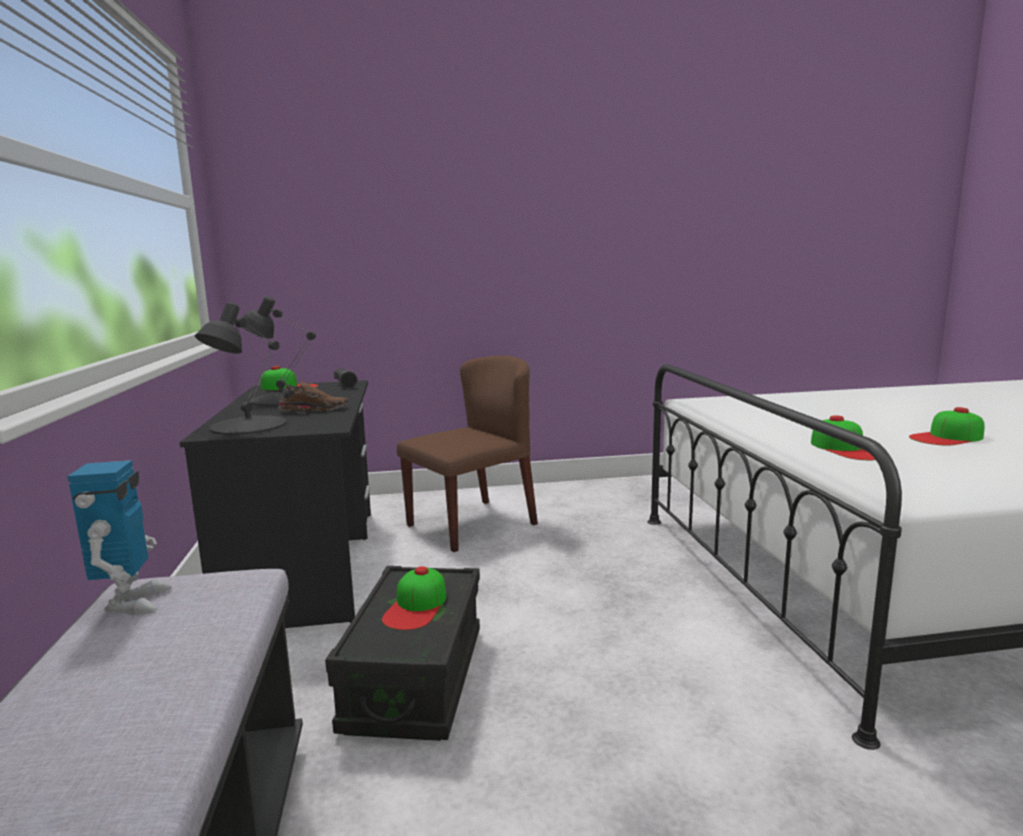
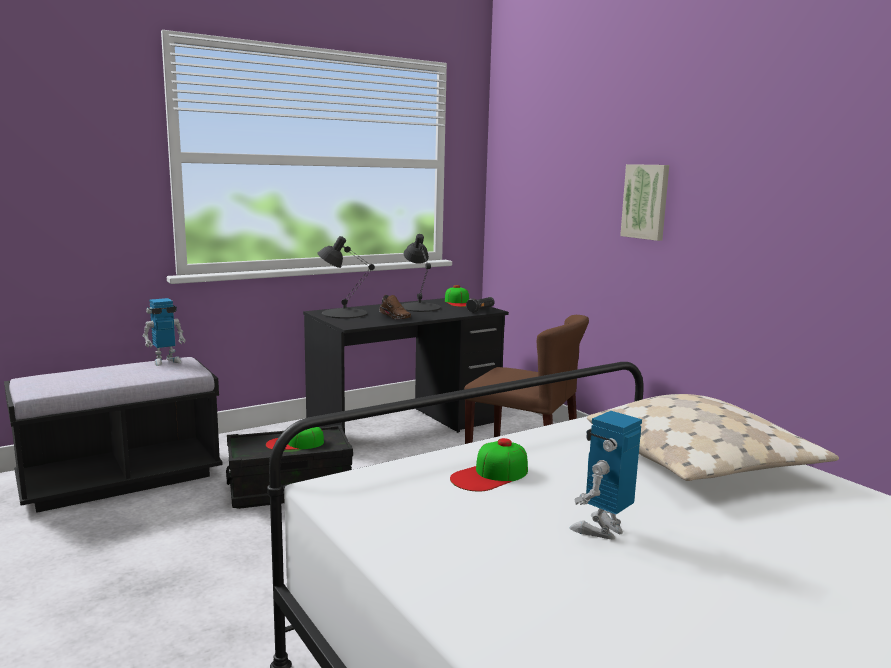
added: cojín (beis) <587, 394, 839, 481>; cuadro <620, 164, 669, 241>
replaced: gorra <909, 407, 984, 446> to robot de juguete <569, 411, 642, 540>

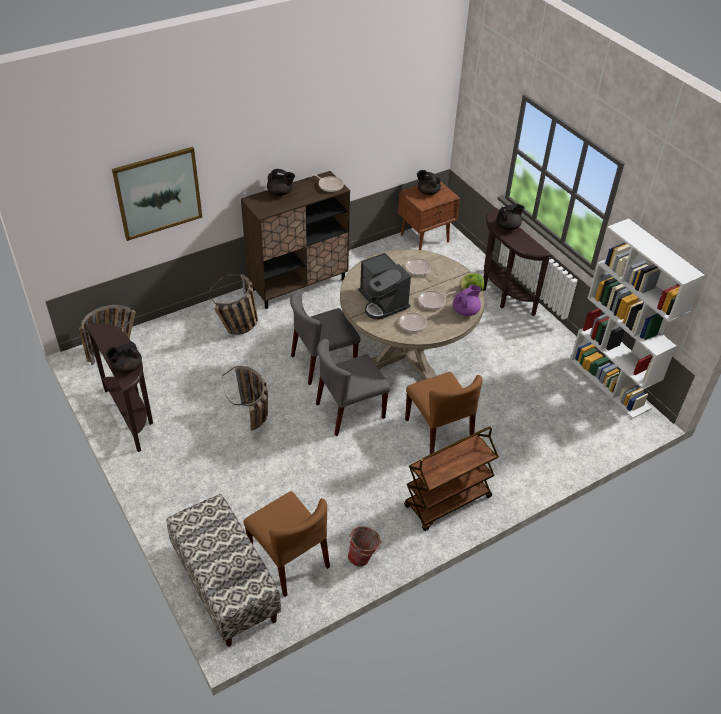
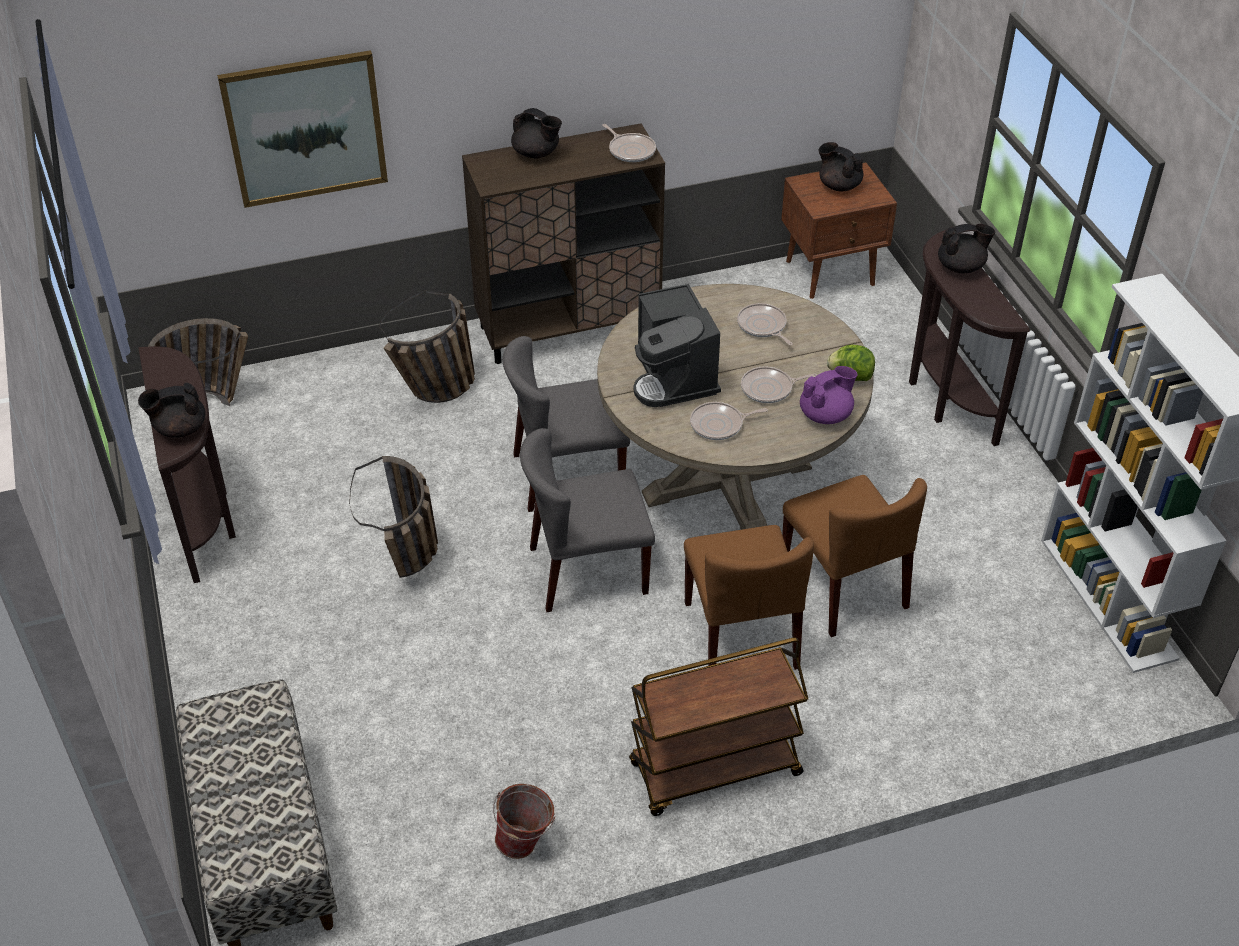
moved: silla (marrón) <243, 491, 330, 597> to <782, 475, 927, 637>

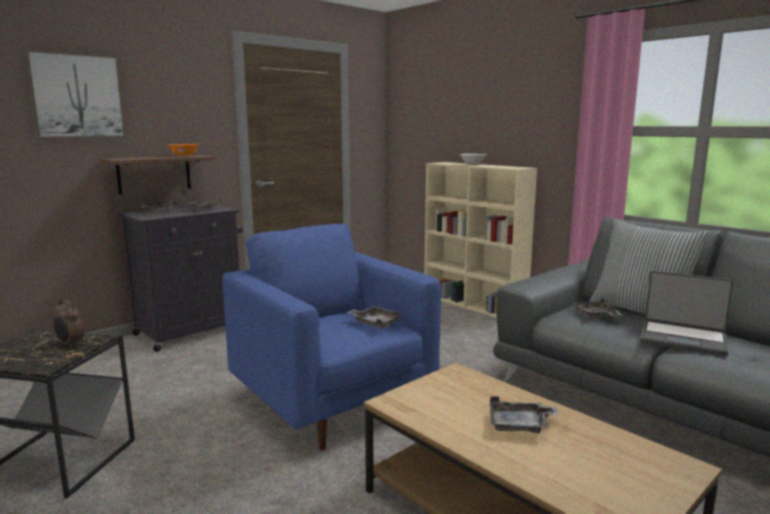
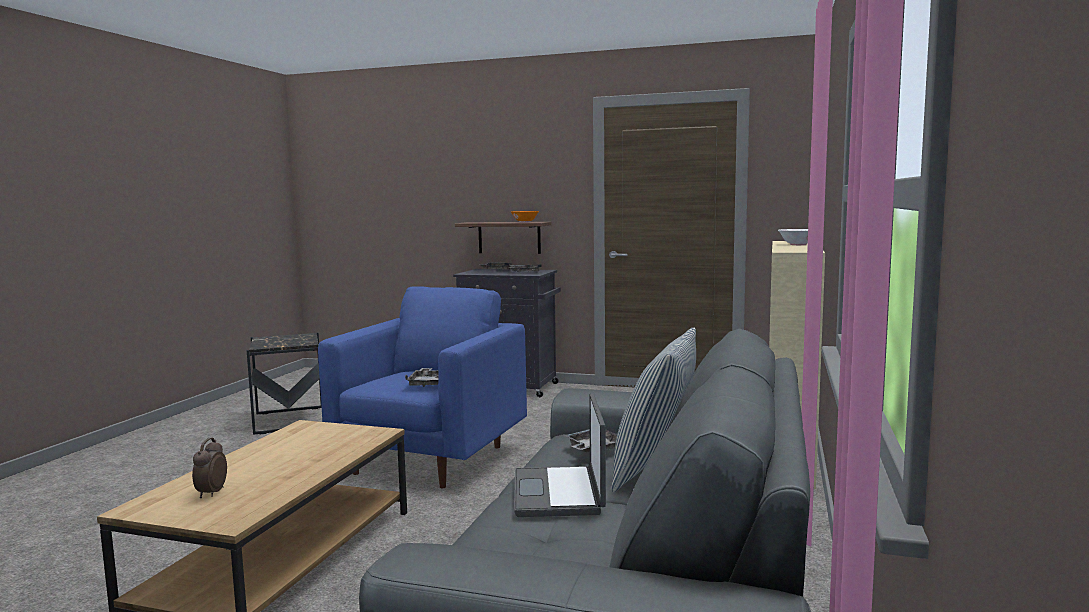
removed: cuadro <24, 49, 126, 138>; bandeja (gris) <490, 396, 559, 433>
moved: despertador <53, 300, 84, 348> to <192, 438, 227, 498>

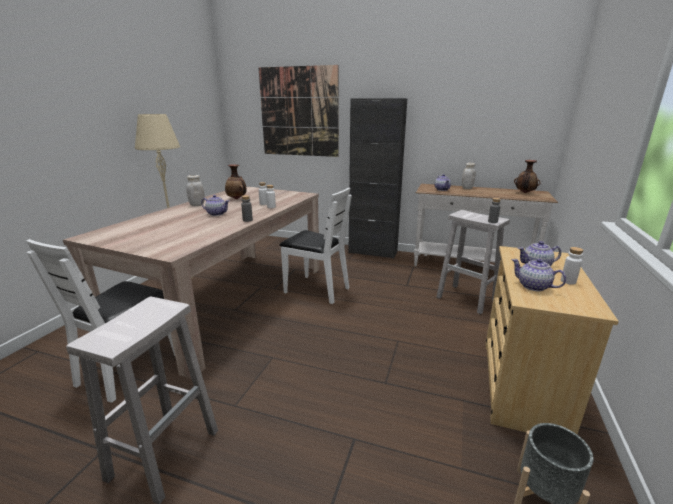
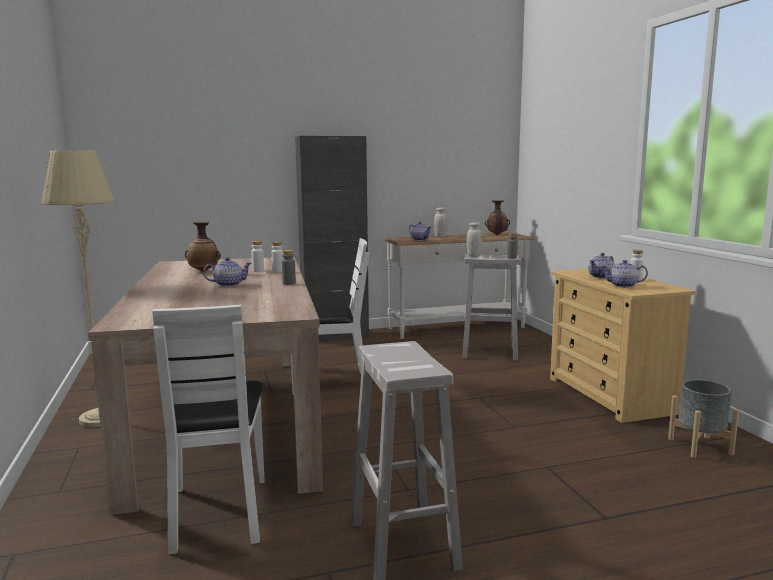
removed: cuadro <259, 65, 339, 157>
moved: tarro (blanco) <187, 175, 205, 206> to <466, 222, 482, 257>

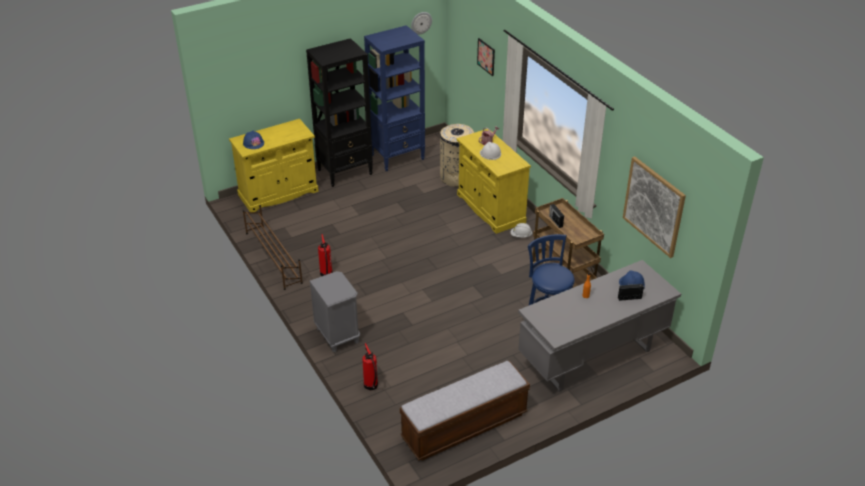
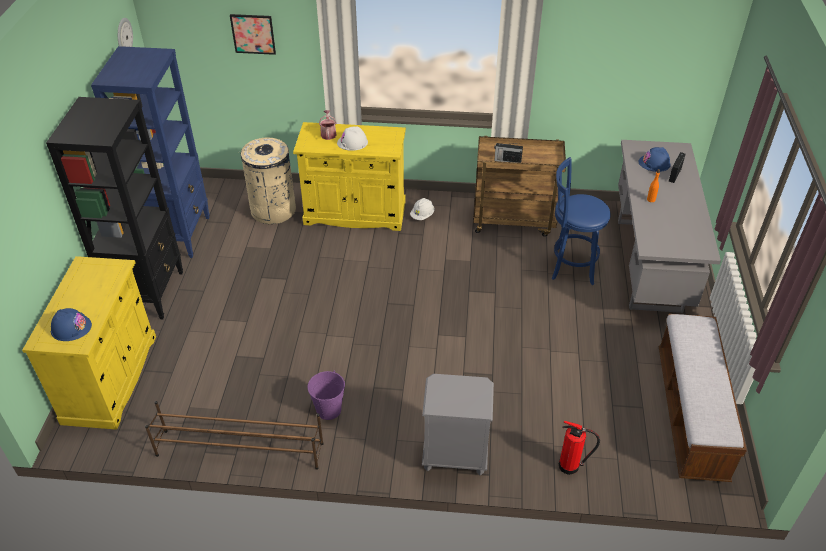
removed: cuadro <623, 156, 686, 258>
replaced: extintor <318, 234, 333, 276> to cubo (morado) <308, 371, 345, 420>

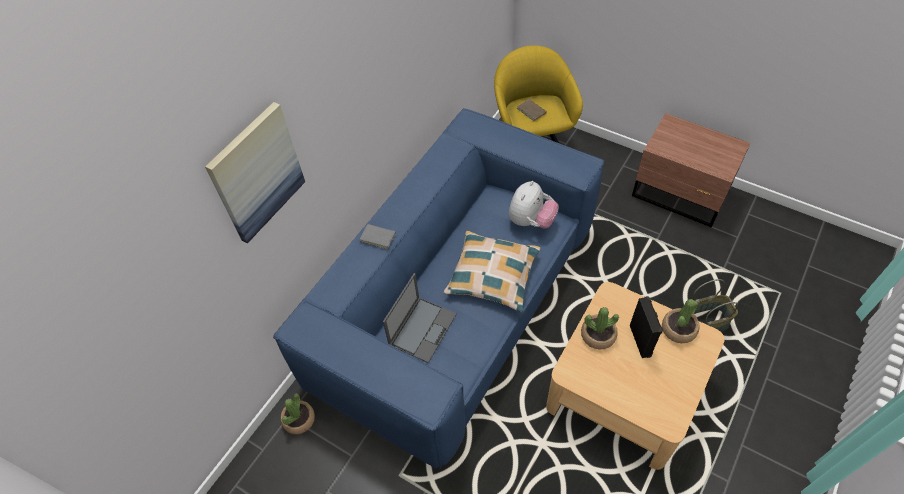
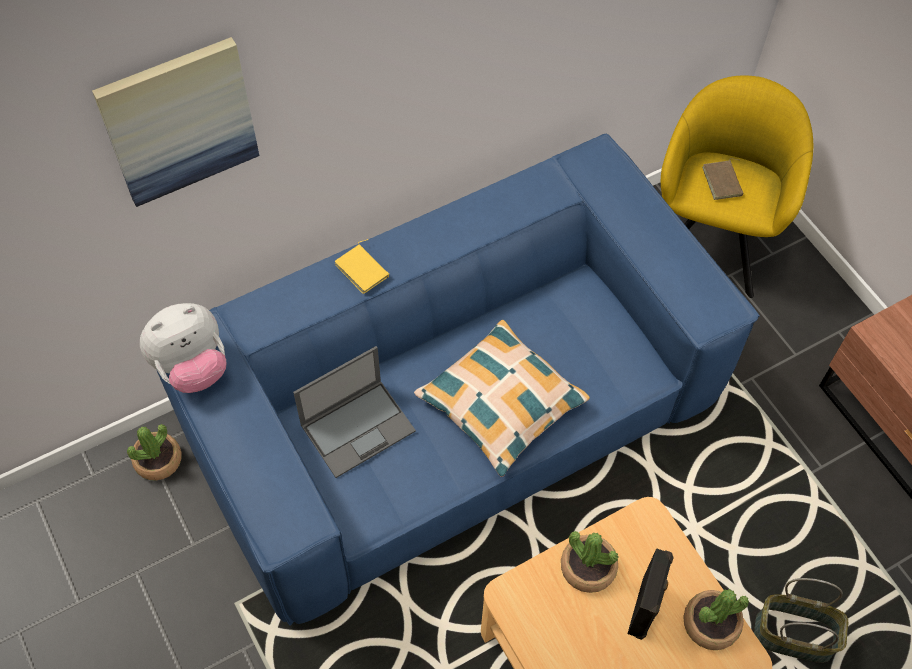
moved: peluche <509, 181, 559, 229> to <140, 303, 226, 393>
recoloured: libro (gris) <360, 219, 396, 249> to libro (amarillo) <335, 239, 389, 294>

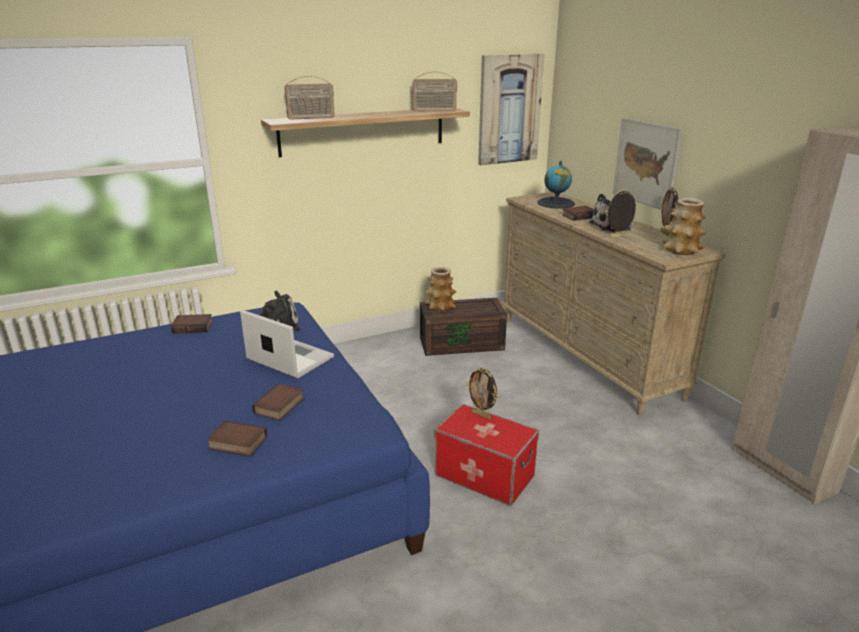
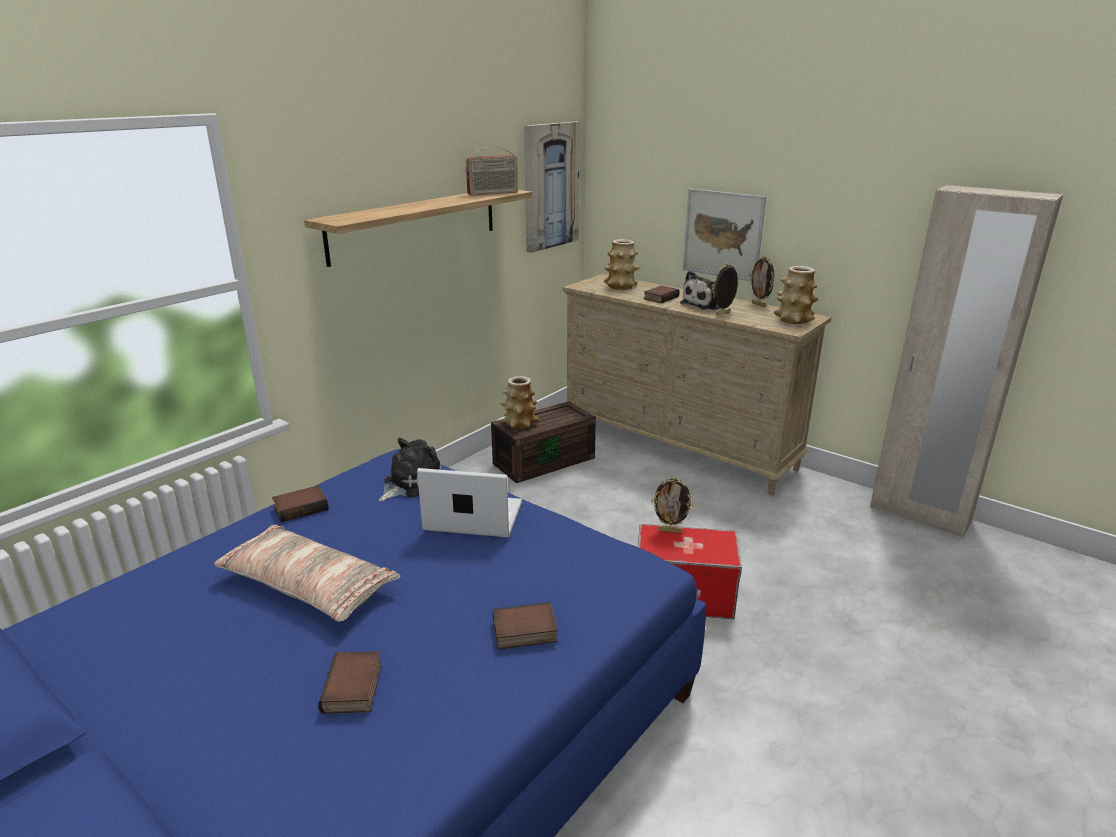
removed: radio <284, 76, 335, 120>
added: cojín <214, 525, 401, 621>
moved: libro <252, 383, 304, 421> to <318, 651, 382, 714>
replaced: globo terráqueo <538, 161, 575, 209> to florero <604, 239, 640, 290>

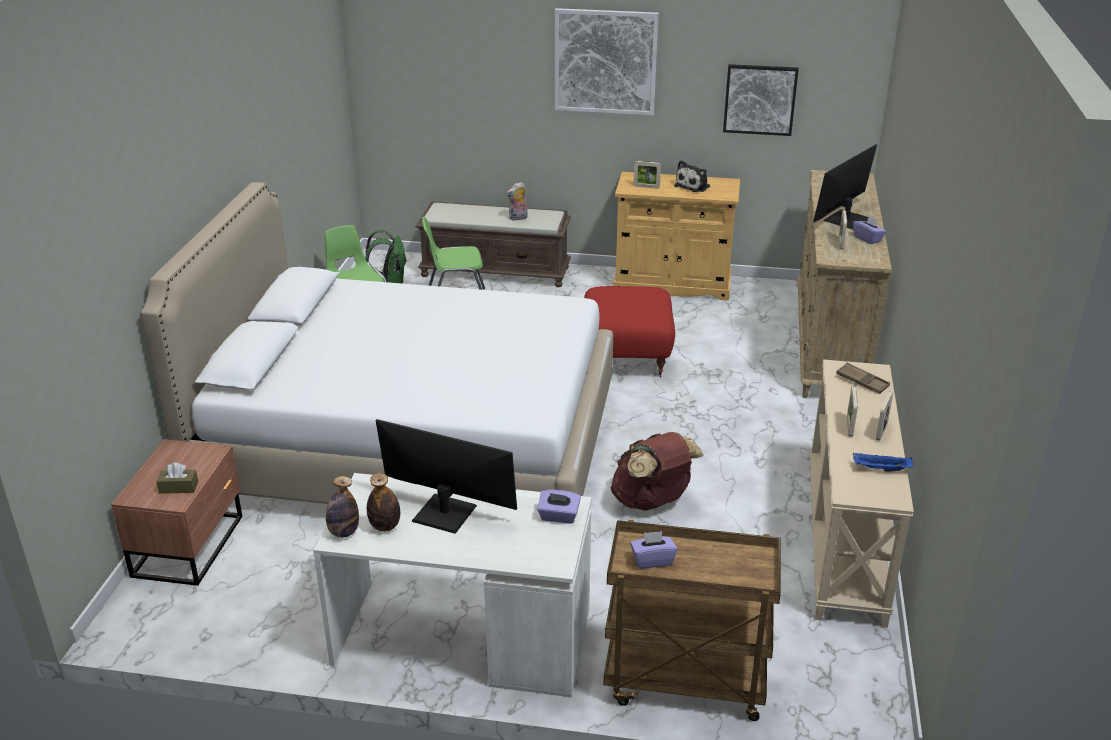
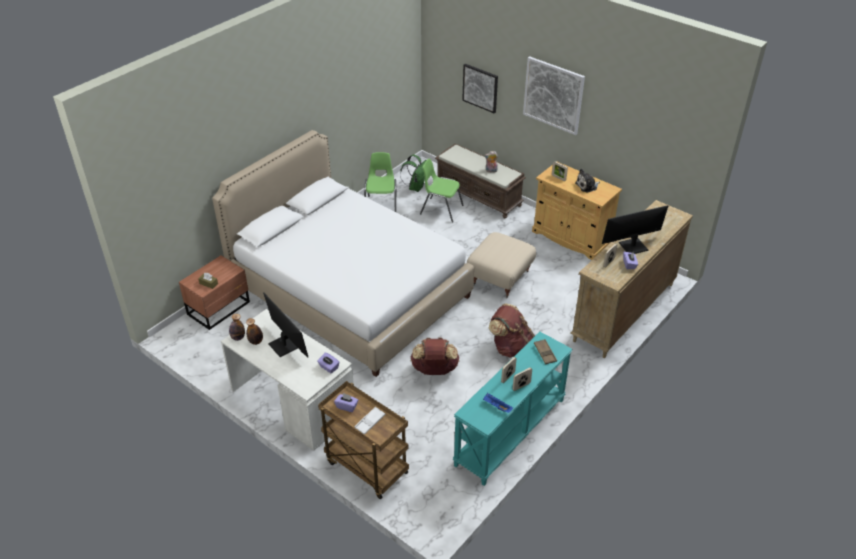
added: bandeja (blanco) <355, 407, 385, 435>; mochila (marrón) <489, 304, 535, 358>
moved: cuadro <723, 64, 799, 136> to <462, 64, 498, 113>
recoloured: puf (rojo) <584, 286, 675, 377> to puf (beis) <467, 232, 536, 299>; mesa consola (beis) <809, 359, 914, 628> to mesa consola (turquesa) <453, 332, 572, 486>

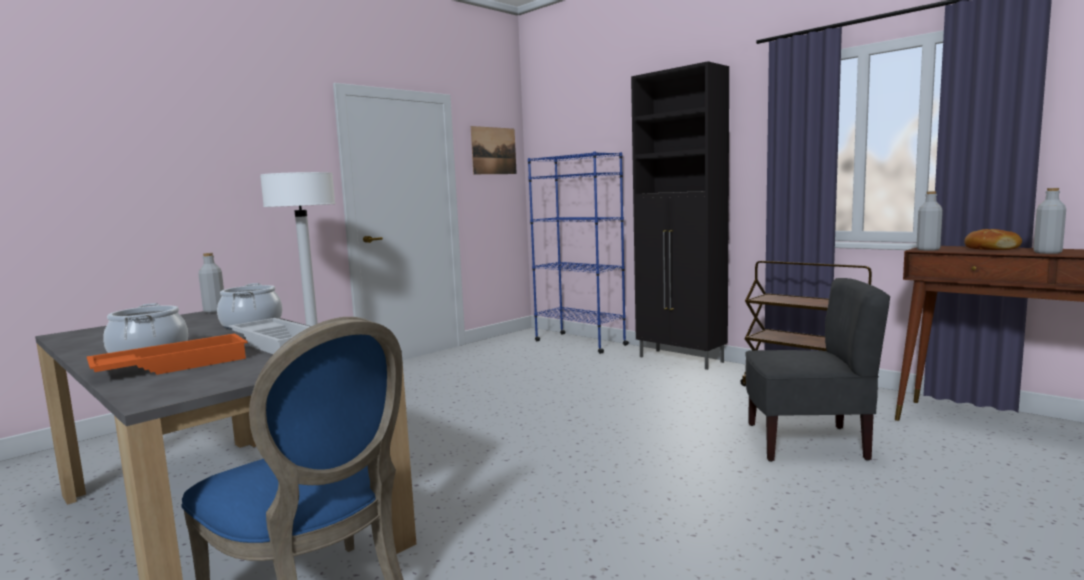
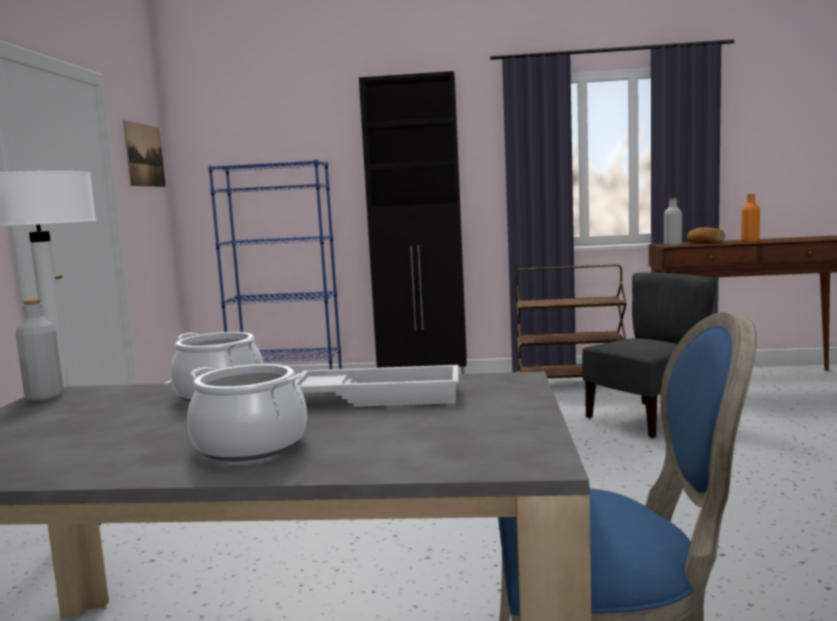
removed: bandeja (naranja) <87, 333, 248, 375>
recoloured: botella (gris) <1033, 188, 1066, 254> to botella (naranja) <741, 194, 760, 243>

